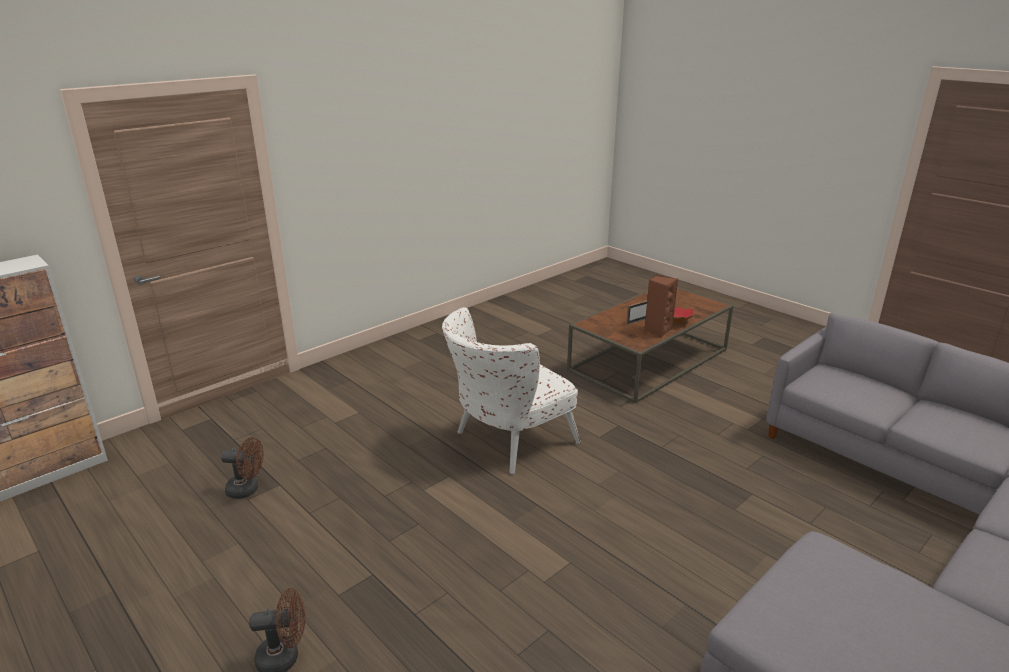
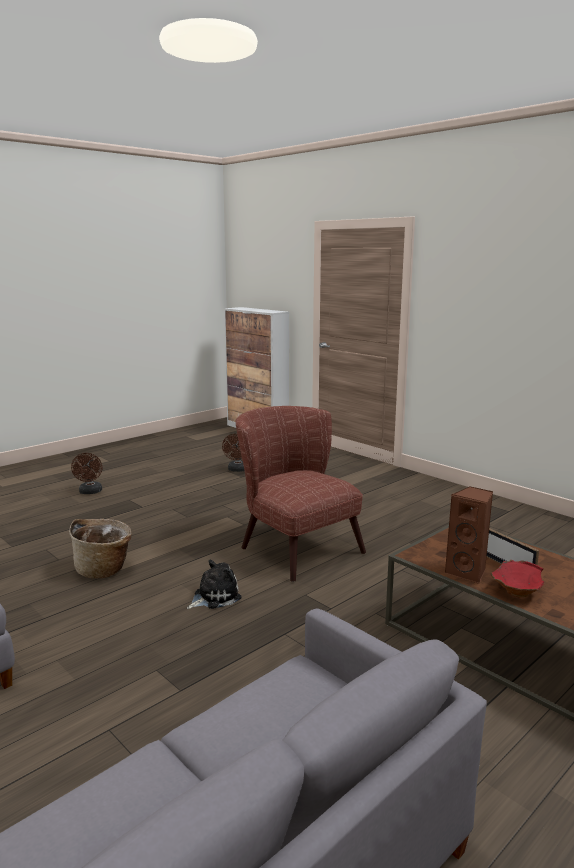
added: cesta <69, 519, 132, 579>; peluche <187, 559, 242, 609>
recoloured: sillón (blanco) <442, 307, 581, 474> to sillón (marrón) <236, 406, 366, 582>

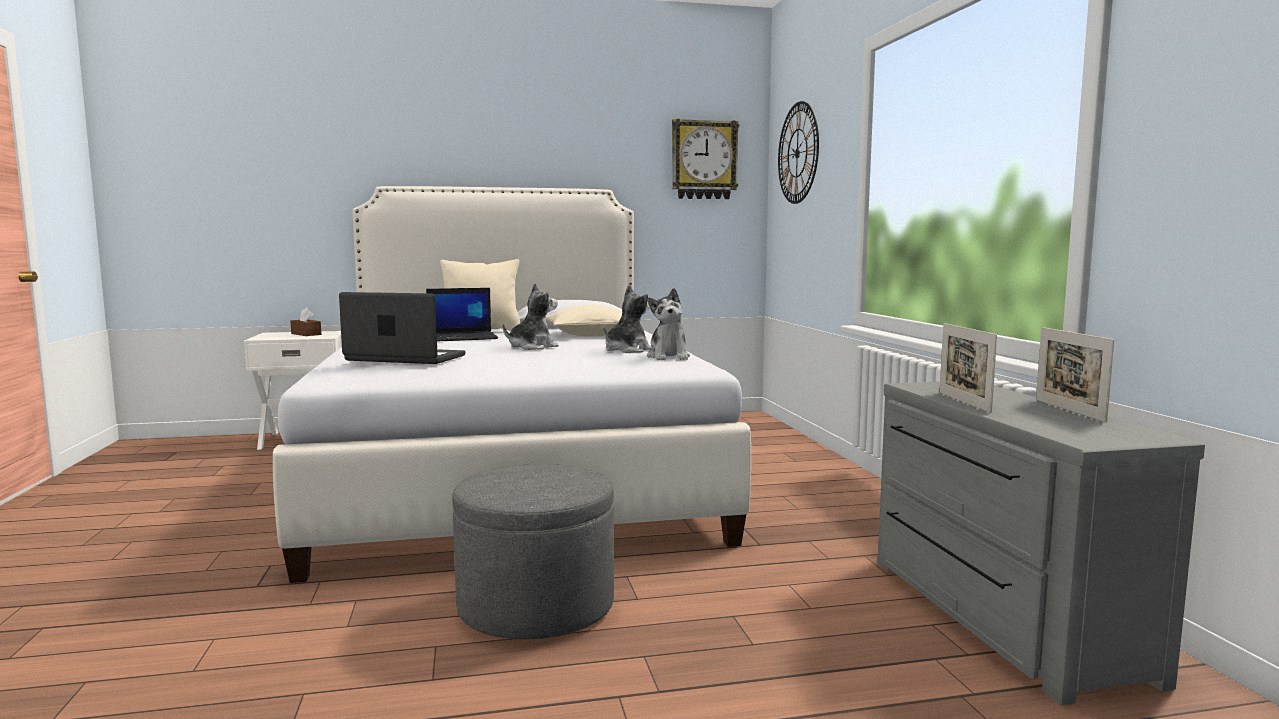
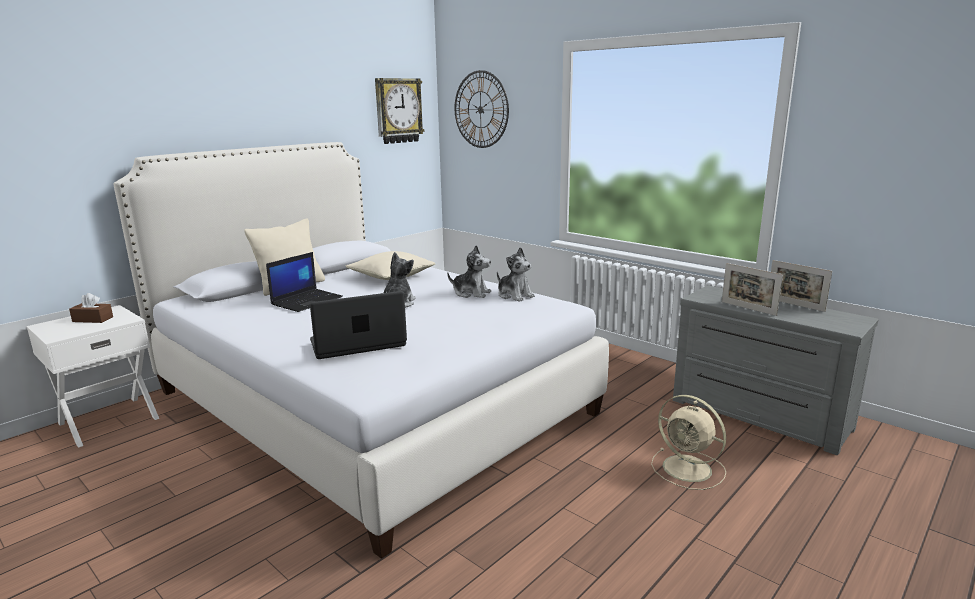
removed: puf (gris) <452, 464, 614, 640>
added: ventilador (beis) <651, 395, 726, 490>
turned: peluche <604, 285, 651, 353> = <447, 245, 491, 298> 105 degrees clockwise

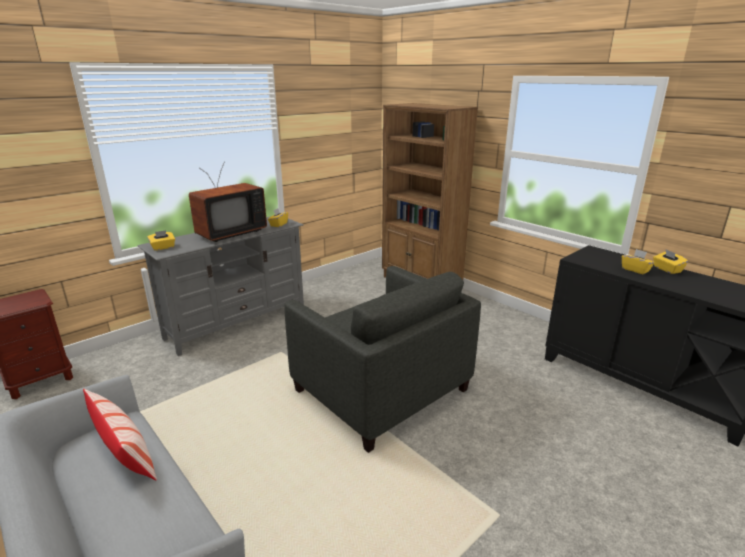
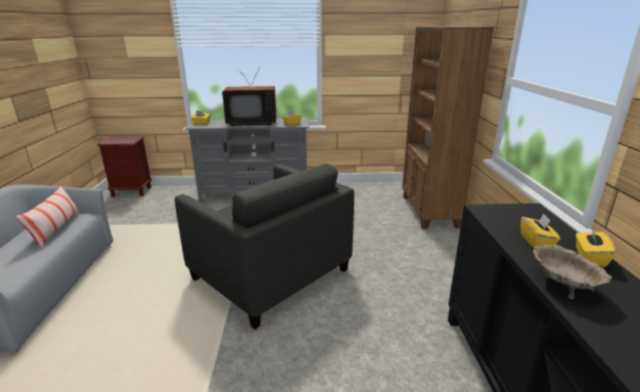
added: cuenco (beis) <533, 244, 612, 299>
turned: sillón (gris) <284, 266, 481, 453> = <175, 164, 354, 329> 45 degrees counterclockwise

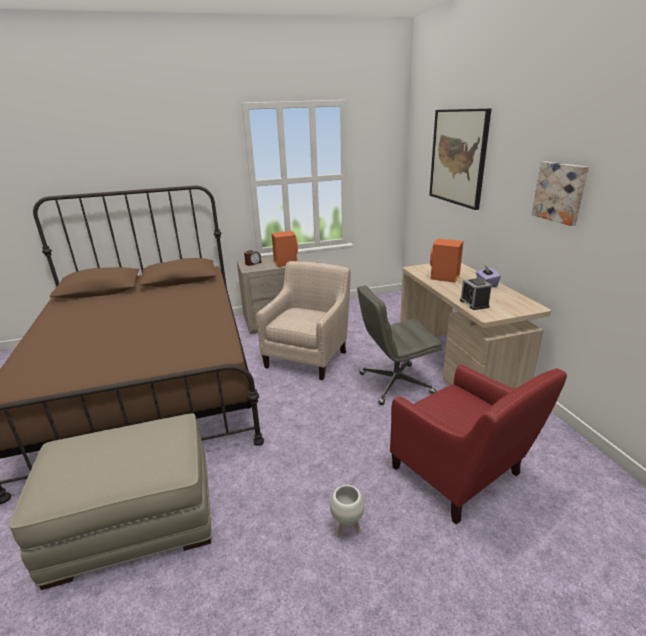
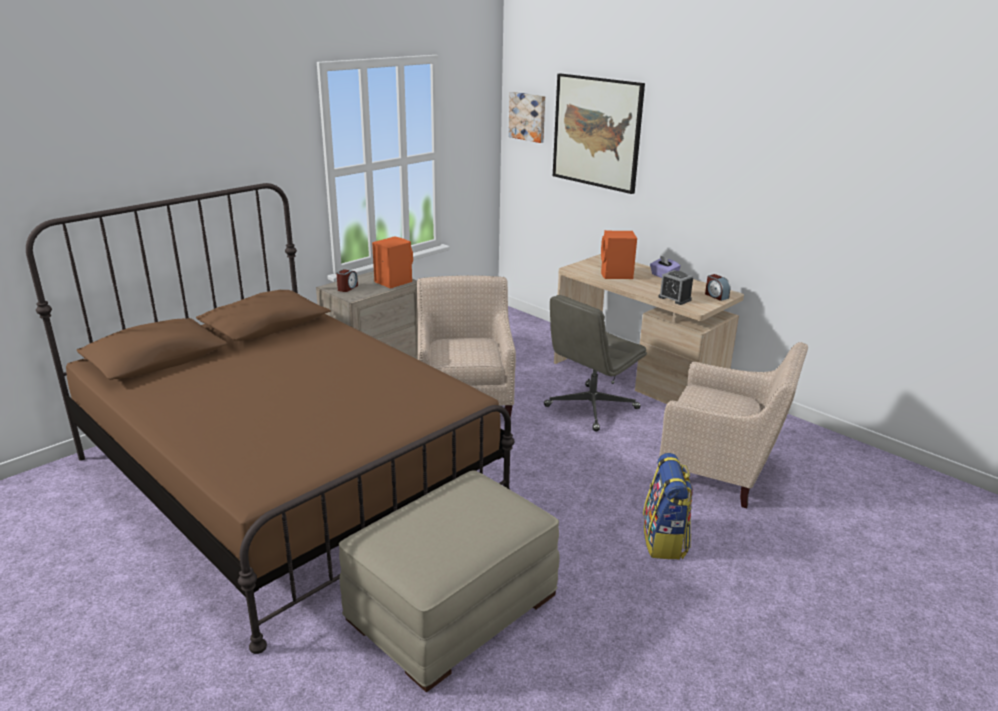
added: despertador <705, 274, 731, 301>
moved: cuadro <532, 161, 589, 226> to <508, 92, 545, 143>
replaced: maceta (blanco) <330, 485, 364, 536> to mochila <643, 453, 693, 559>
recoloured: sillón (rojo) <390, 364, 567, 525> to sillón (beis) <659, 342, 808, 508>

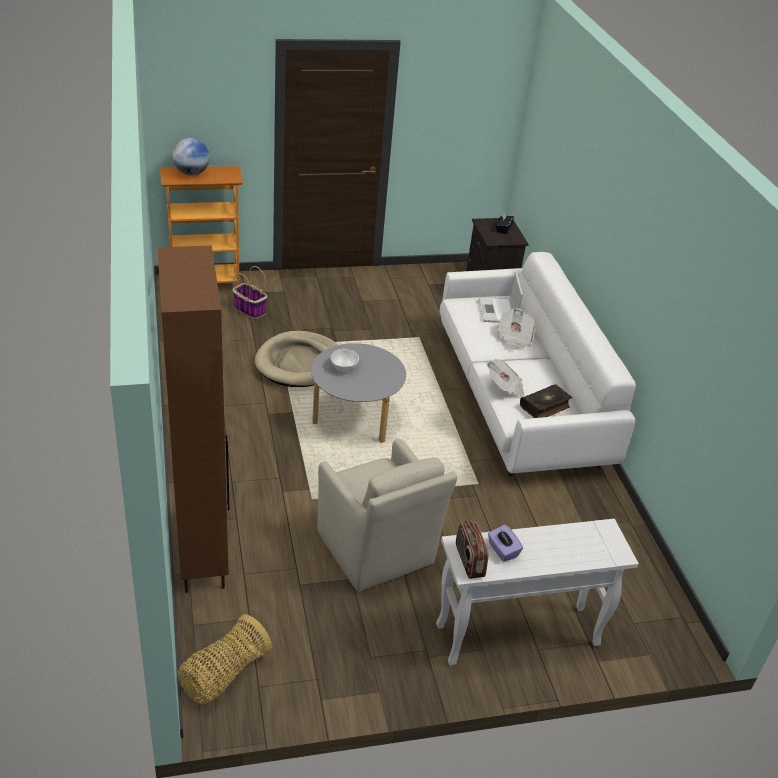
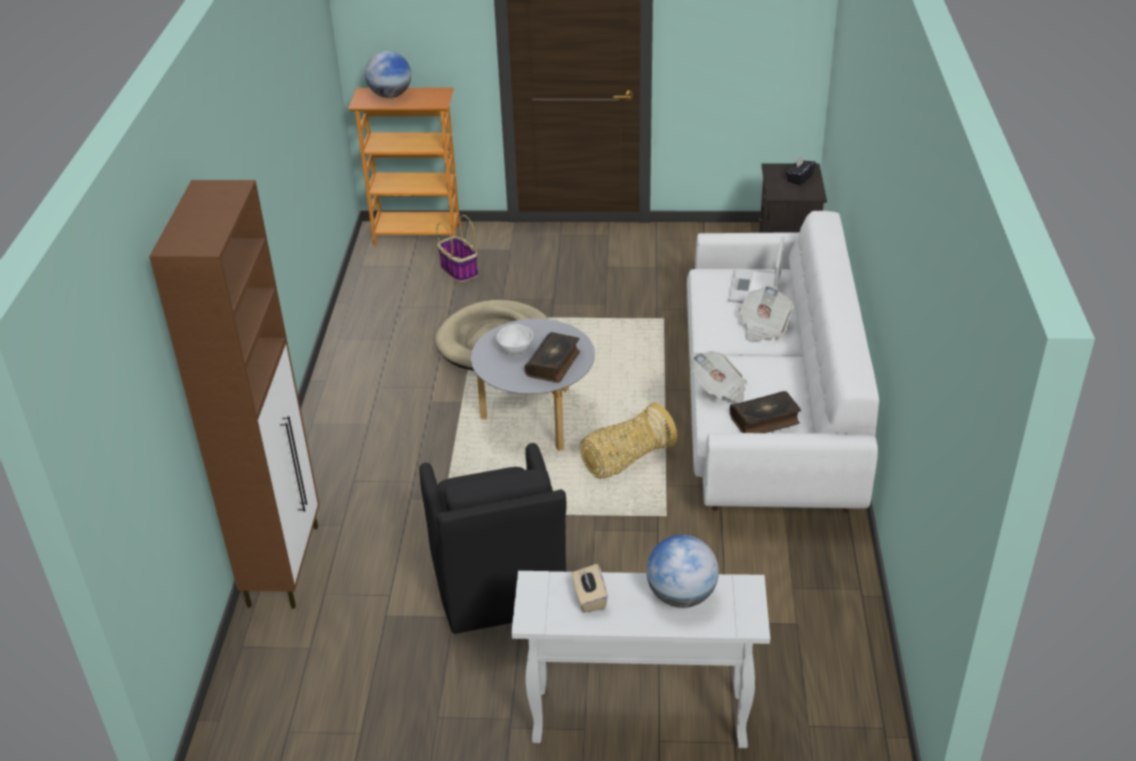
removed: radio <456, 520, 488, 579>
added: libro <524, 332, 580, 383>; globo terráqueo <646, 535, 719, 608>
moved: cesta <177, 614, 272, 704> to <580, 402, 677, 479>
recoloured: sillón (beis) <318, 439, 457, 592> to sillón (negro) <419, 443, 567, 634>; caja de pañuelos (morado) <488, 524, 523, 562> to caja de pañuelos (beis) <572, 564, 608, 612>

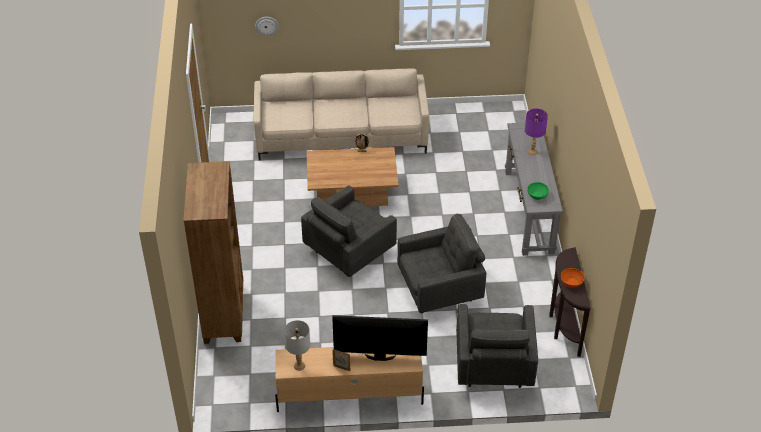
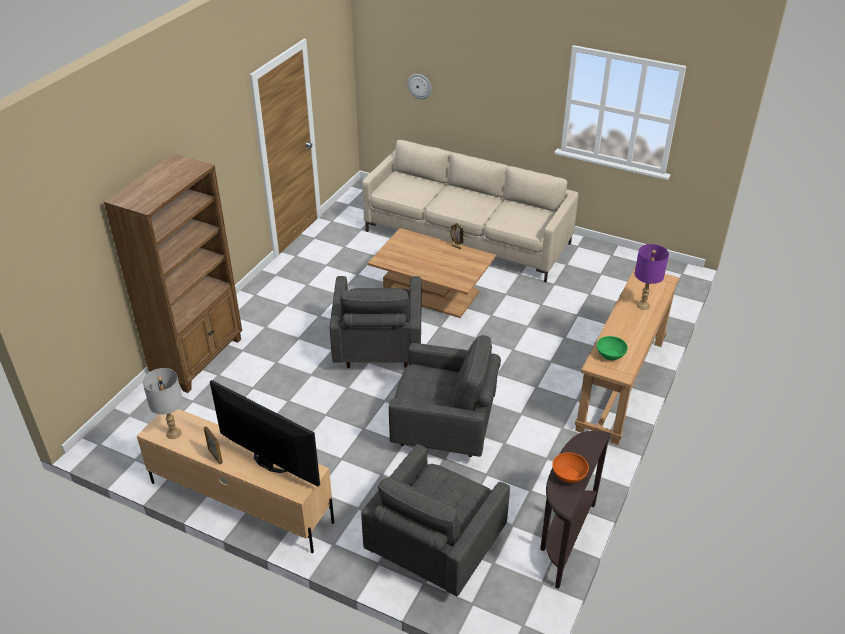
recoloured: mesa consola (gris) <505, 123, 563, 256> to mesa consola (marrón) <575, 266, 679, 445>
turned: sillón (gris) <301, 185, 397, 277> = <330, 276, 421, 368> 75 degrees counterclockwise

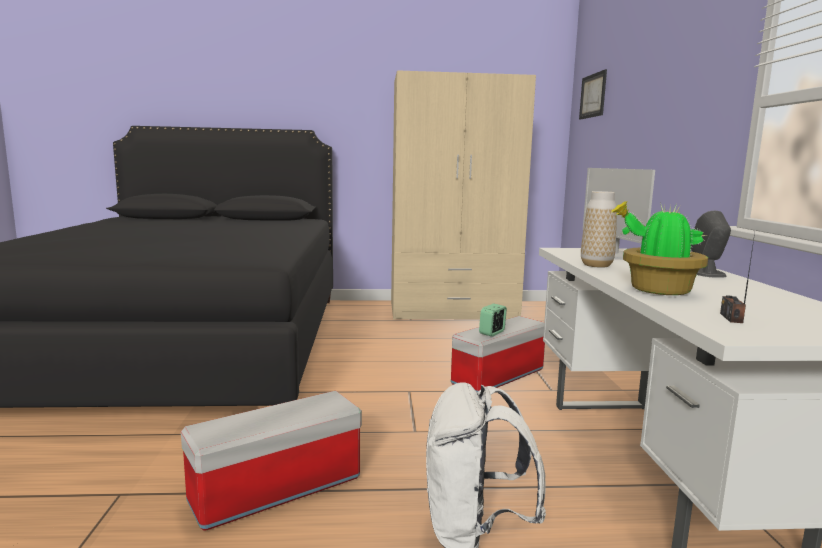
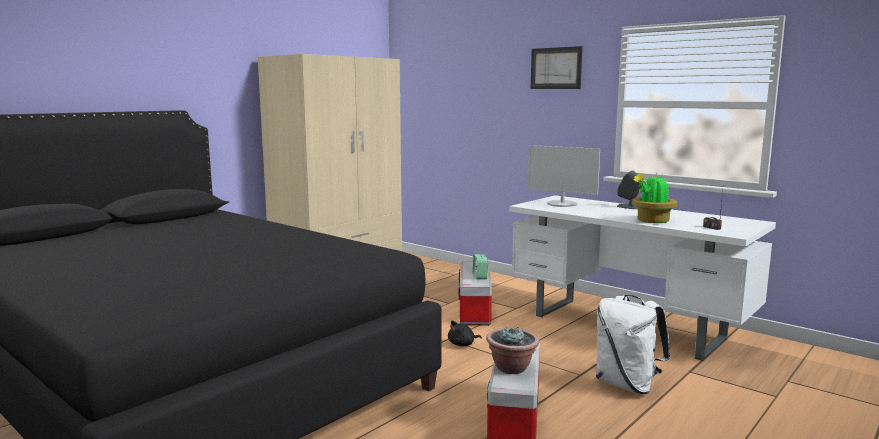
removed: florero <581, 191, 617, 268>
added: peluche (negro) <448, 320, 482, 346>; planta en maceta <486, 327, 539, 374>
moved: cuadro <579, 69, 607, 119> to <531, 46, 583, 89>

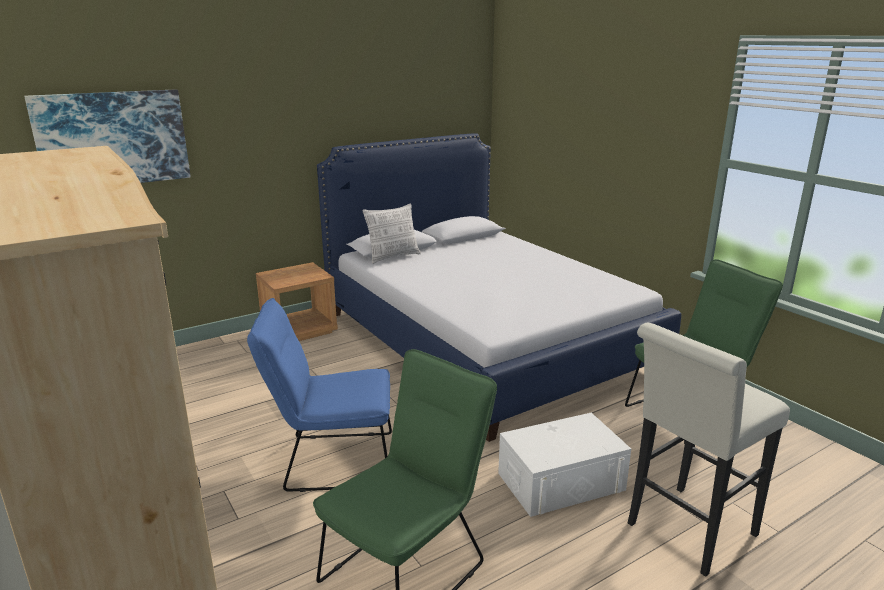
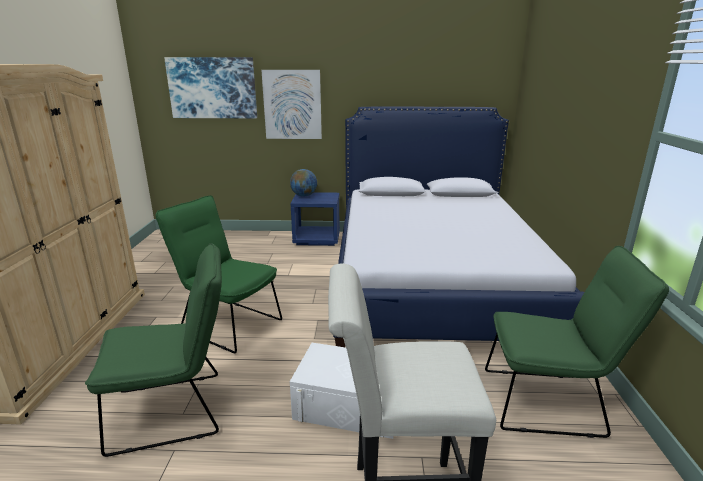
removed: cojín <363, 203, 421, 264>
added: cuadro <261, 70, 322, 139>; globo terráqueo <290, 169, 317, 197>
recoloured: silla (azul) <247, 298, 392, 492> to silla (verde) <155, 195, 282, 353>; mesita de noche (marrón) <256, 262, 338, 341> to mesita de noche (azul) <291, 192, 340, 246>

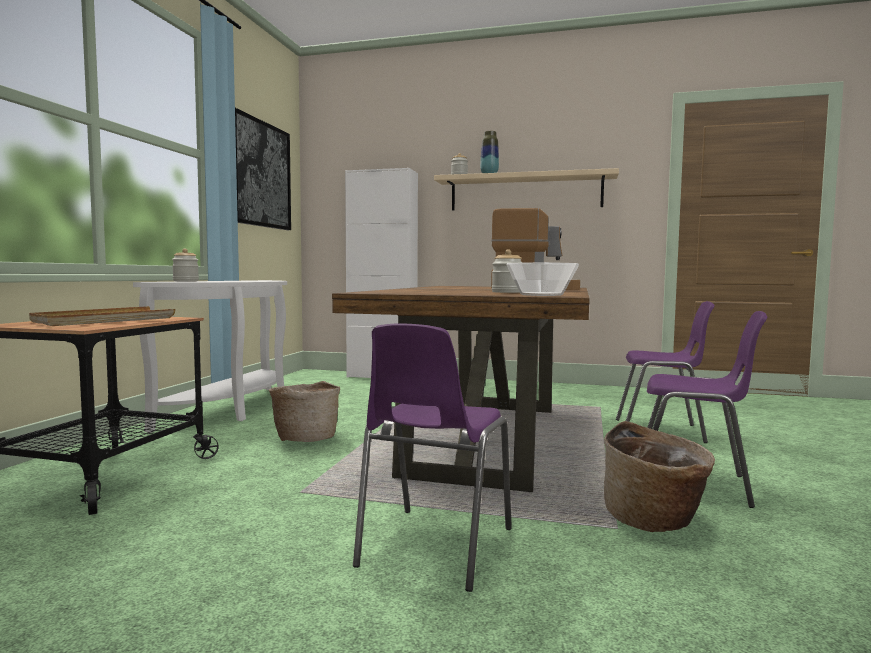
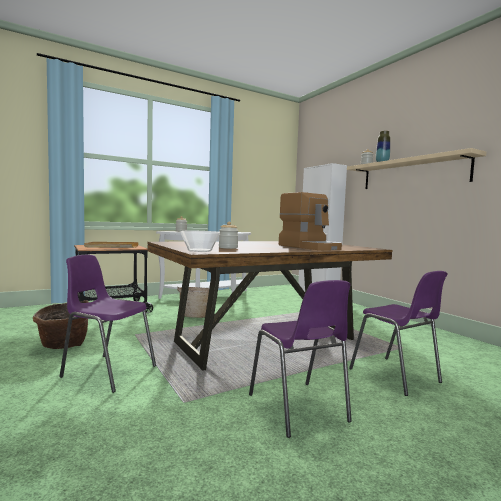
removed: cuadro <235, 108, 291, 230>
moved: cesta <604, 421, 715, 532> to <33, 300, 89, 349>
turned: silla (morado) <353, 324, 512, 592> = <59, 255, 156, 393> 45 degrees clockwise

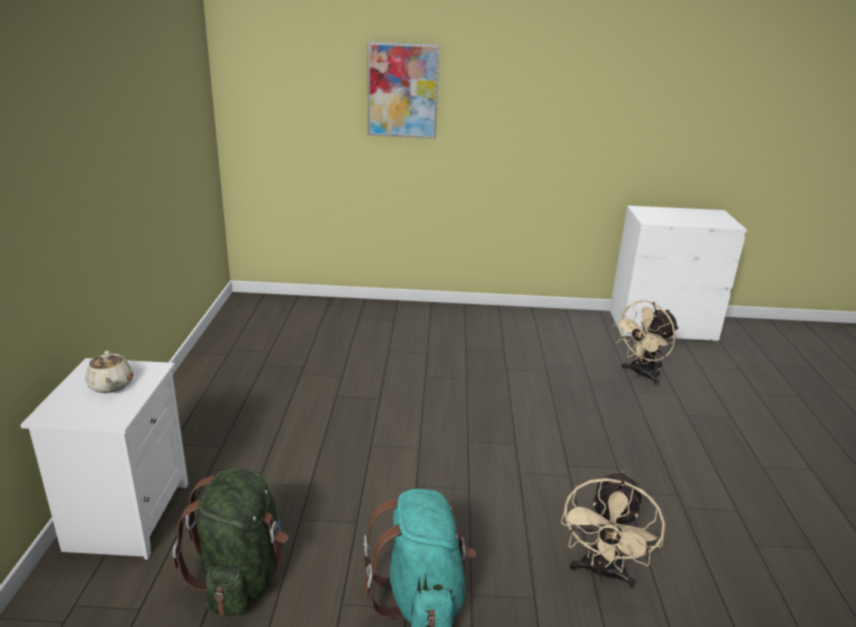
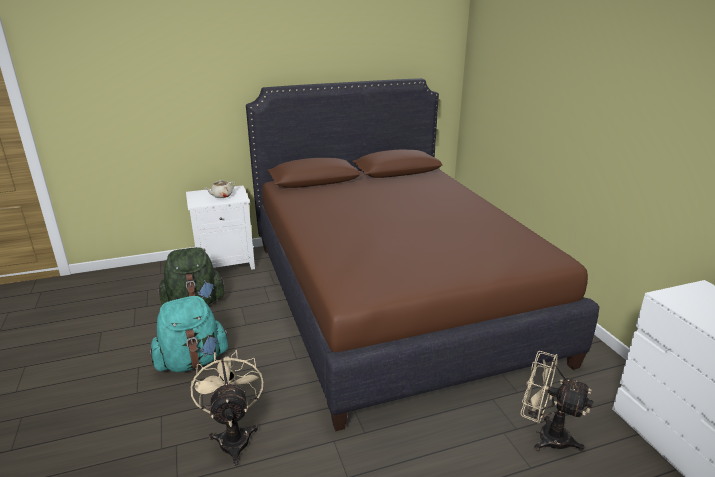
removed: cuadro <368, 42, 440, 138>
added: cama (marrón) <246, 78, 599, 431>
turned: ventilador (beis) <561, 471, 665, 588> = <191, 350, 263, 466> 75 degrees clockwise

